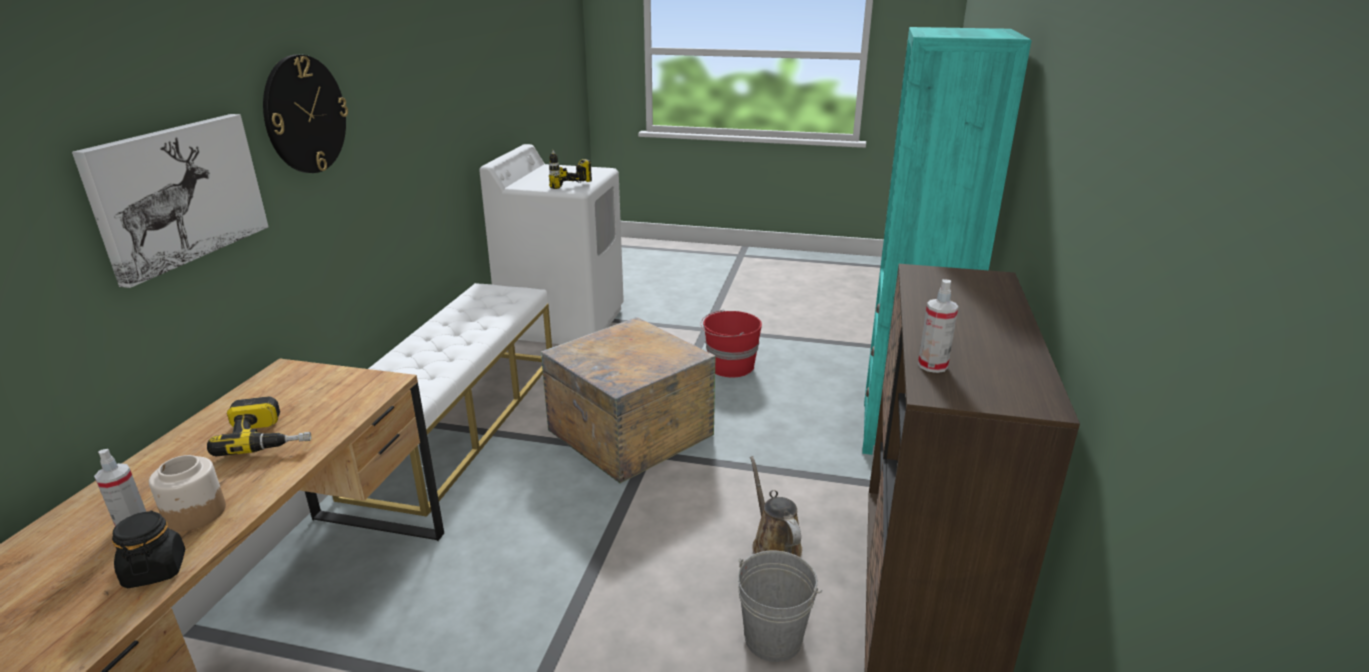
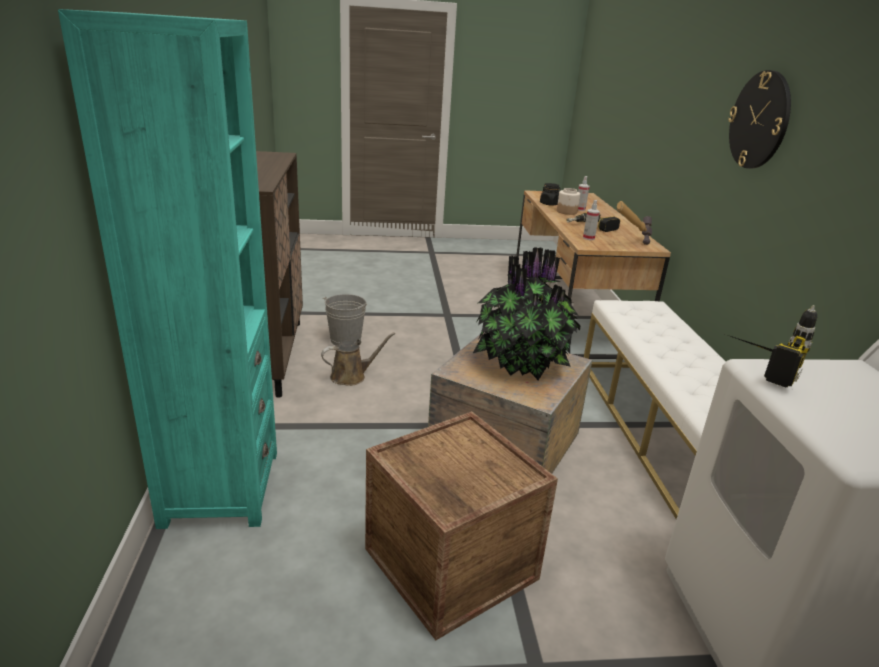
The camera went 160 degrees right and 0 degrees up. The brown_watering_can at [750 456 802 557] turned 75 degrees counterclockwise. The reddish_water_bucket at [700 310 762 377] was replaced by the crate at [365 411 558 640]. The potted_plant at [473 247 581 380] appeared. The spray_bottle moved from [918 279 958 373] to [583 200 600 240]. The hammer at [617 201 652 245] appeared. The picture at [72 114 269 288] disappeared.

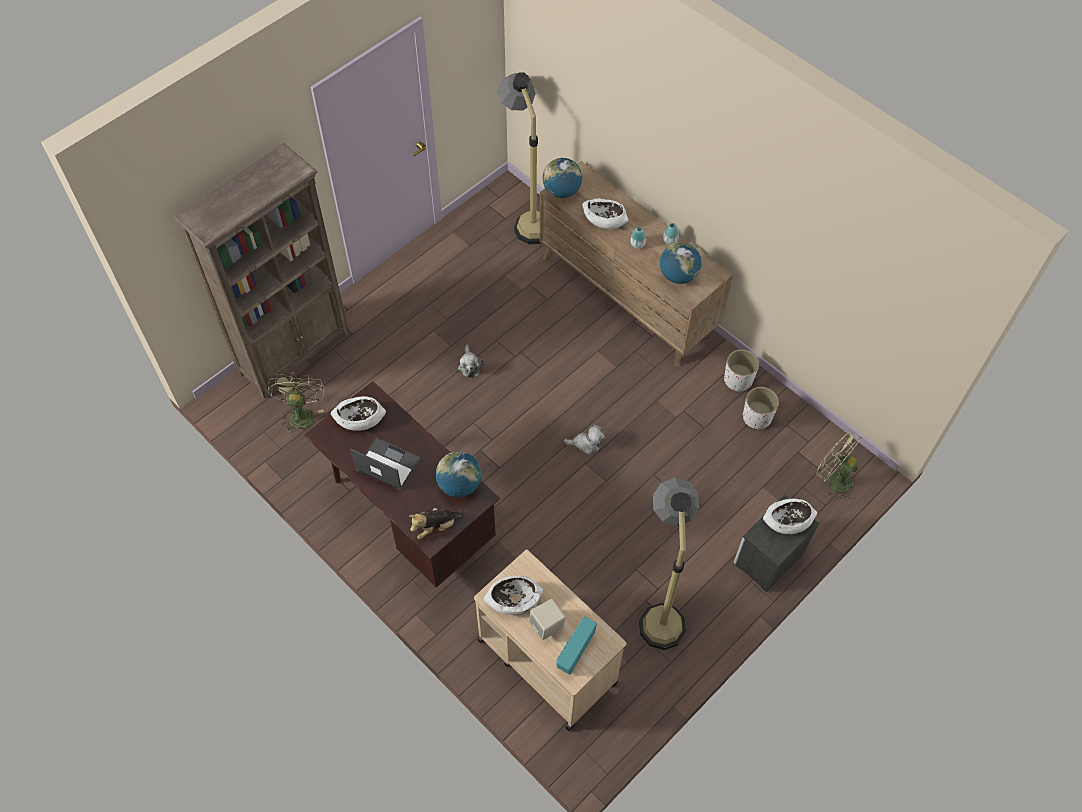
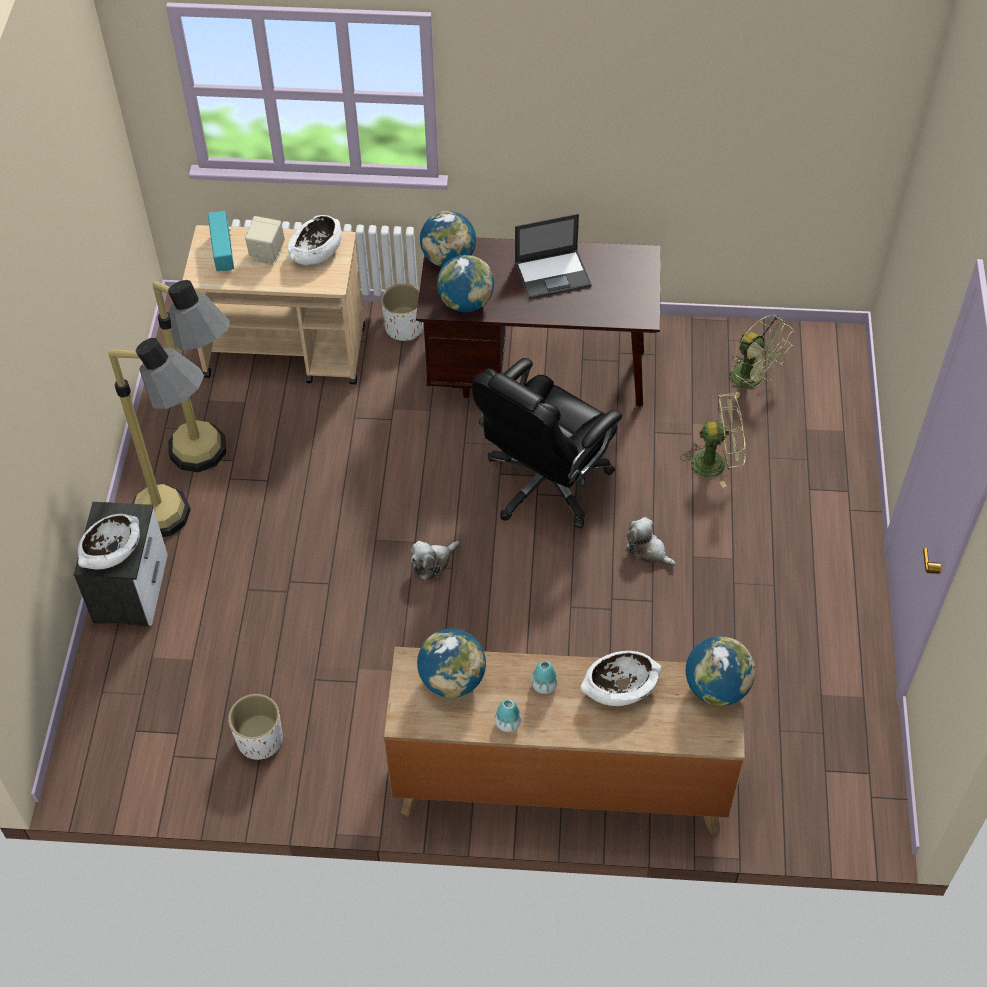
The camera went 140 degrees right and 5 degrees down. The standing_lamp moved from [497 72 542 245] to [108 338 204 537]. The whitish_flower_pot moved from [724 349 759 392] to [381 284 424 341]. The soft_toy at [409 508 465 539] was replaced by the globe at [420 211 476 267]. The black-coloured_computer_chair at [472 358 622 529] appeared. The green-coloured_electric_fan moved from [816 431 861 500] to [680 393 746 488]. The brown_bookshelf at [173 143 350 399] disappeared. The whitish_deep_dish at [331 396 386 431] disappeared.

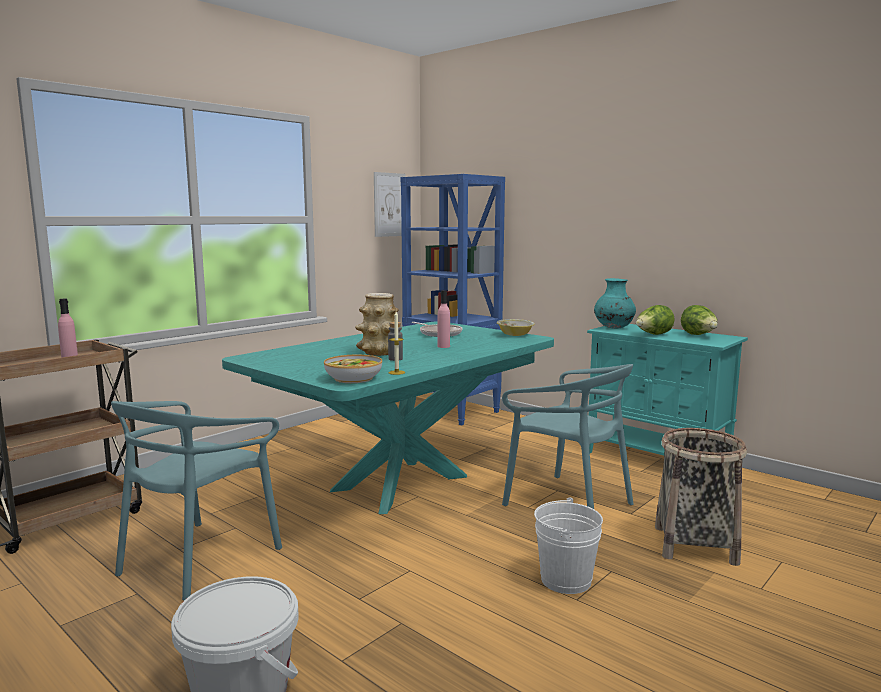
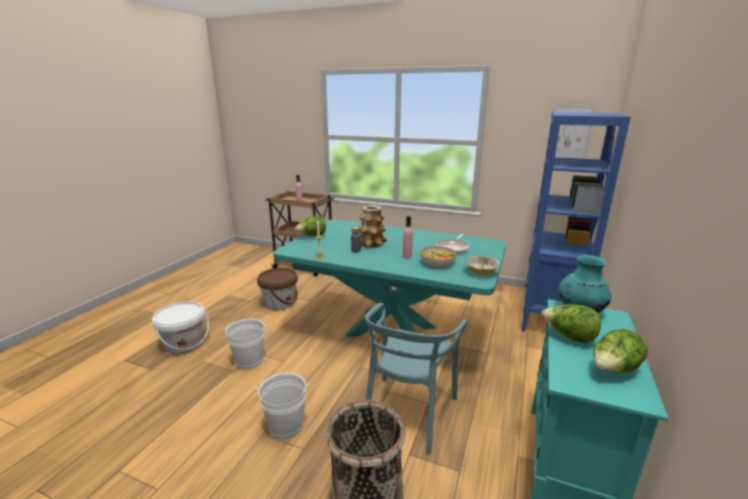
The camera went 70 degrees right and 10 degrees up. The whitish_water_bucket at [223 319 267 369] appeared. The blue-green_upright_chair at [111 401 282 601] was replaced by the brown_water_bucket at [257 268 298 310]. The lettuce at [295 216 326 237] appeared. The deep_dish moved from [324 355 382 383] to [420 246 457 268].

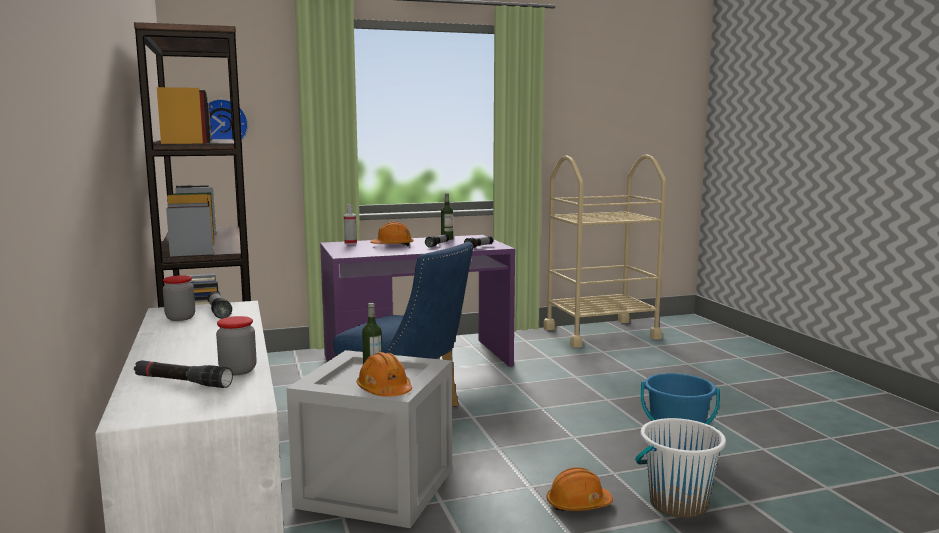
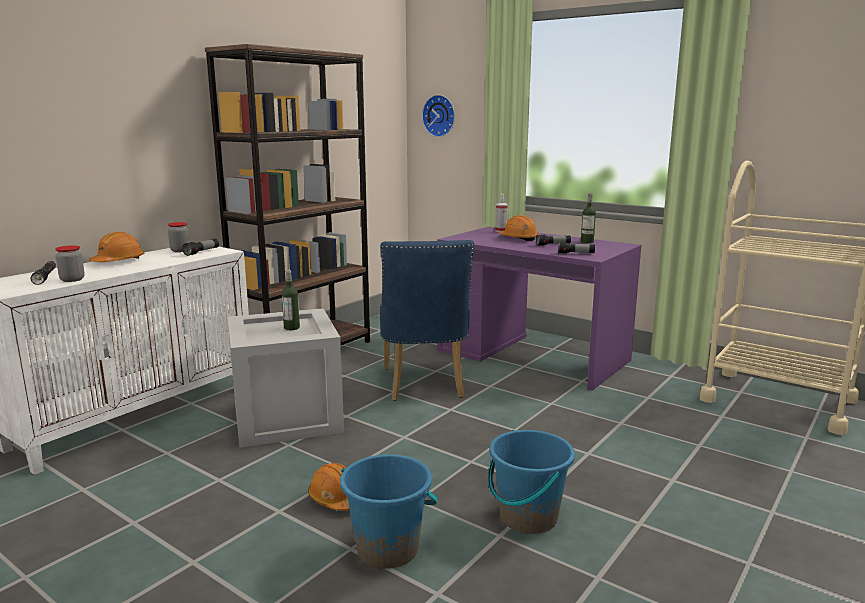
The camera went 55 degrees right and 5 degrees up. The orange_work_helmet moved from [356 352 412 397] to [90 232 145 262]. The whitish_water_bucket at [635 418 726 518] became the bluish_water_bucket at [340 454 438 569].

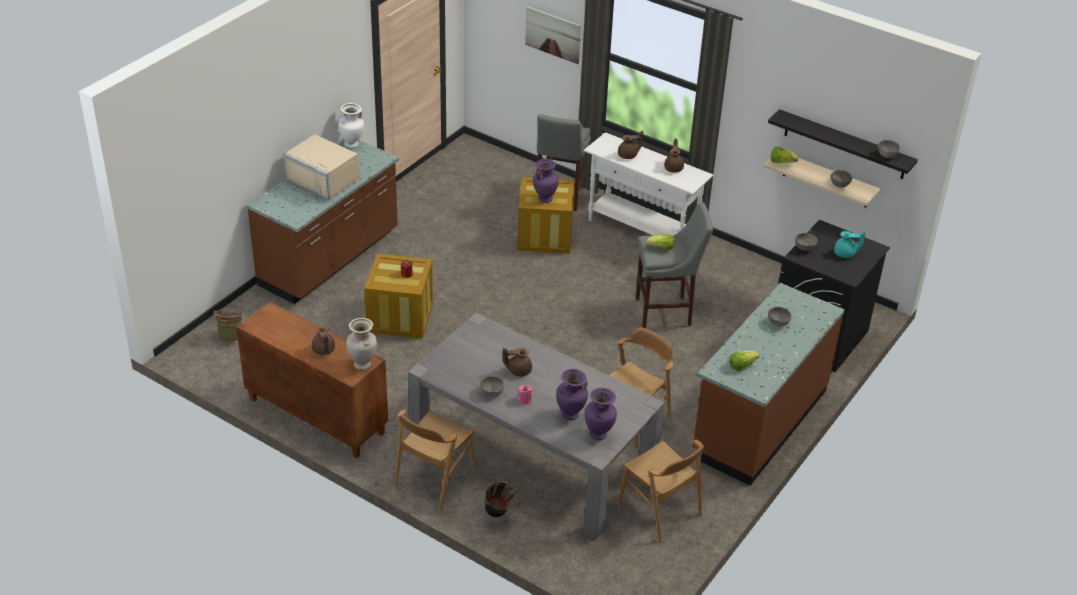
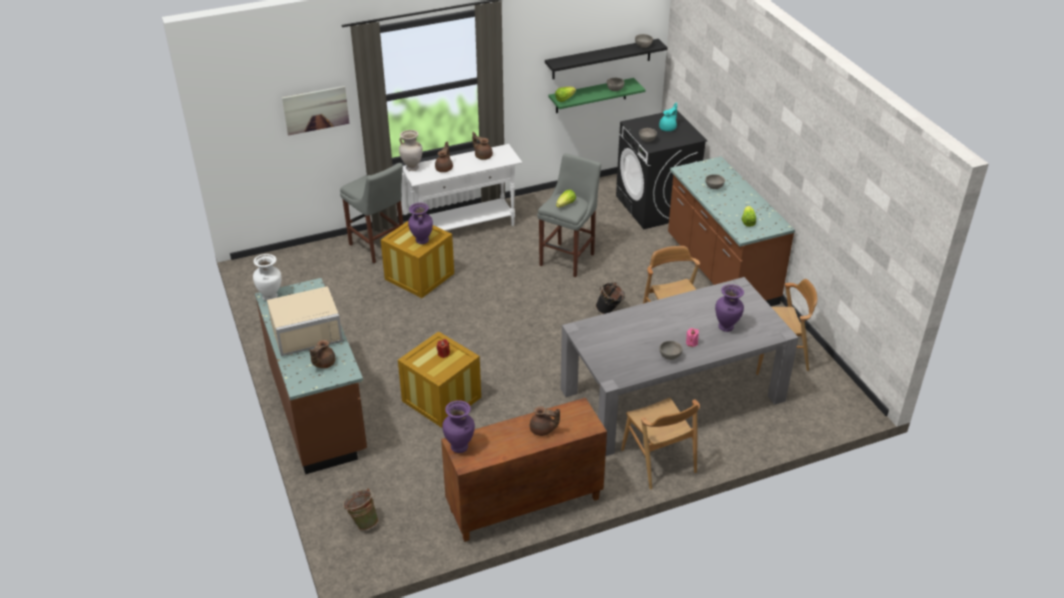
The camera went 55 degrees left and 0 degrees up. The brown_tea_pot moved from [503 348 532 377] to [310 340 335 369]. The sand-coloured_decorative_vase moved from [346 318 377 370] to [399 130 423 171]. The purplish_decorative_vase moved from [585 387 617 440] to [442 400 475 453]. The sand-coloured_shelf at [763 157 880 207] became the green-coloured_shelf at [549 78 646 113]. The black-coloured_water_bucket moved from [483 481 517 518] to [596 282 625 314].

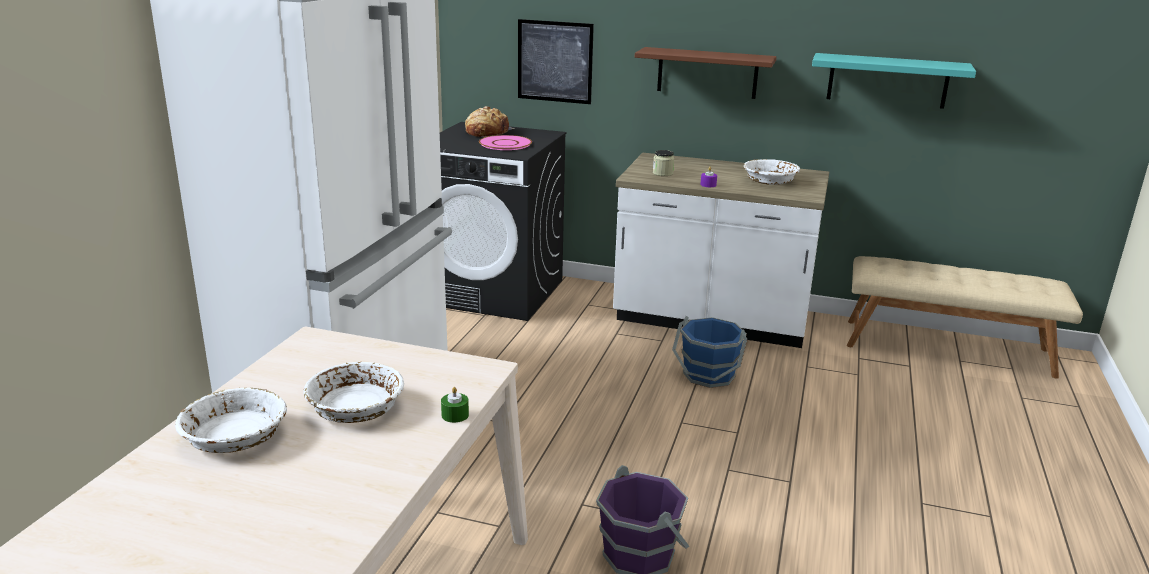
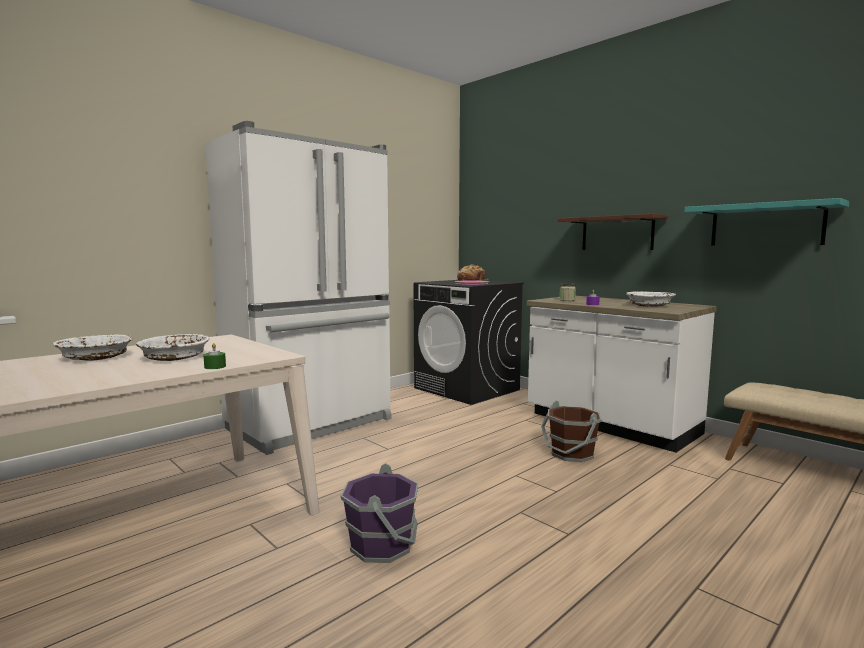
The camera went 30 degrees right and 15 degrees down. The bluish_water_bucket at [672 316 747 388] became the brown_water_bucket at [541 400 601 462]. The picture at [518 19 594 104] disappeared.

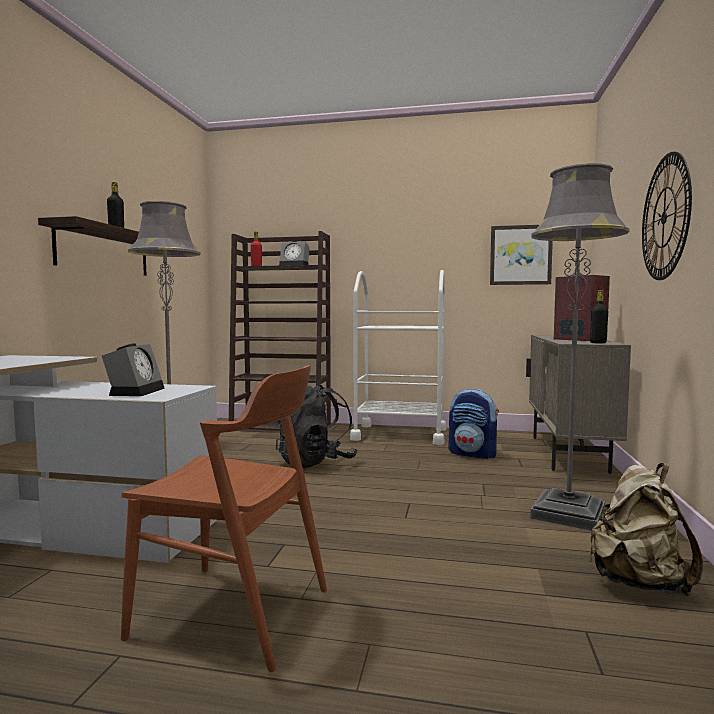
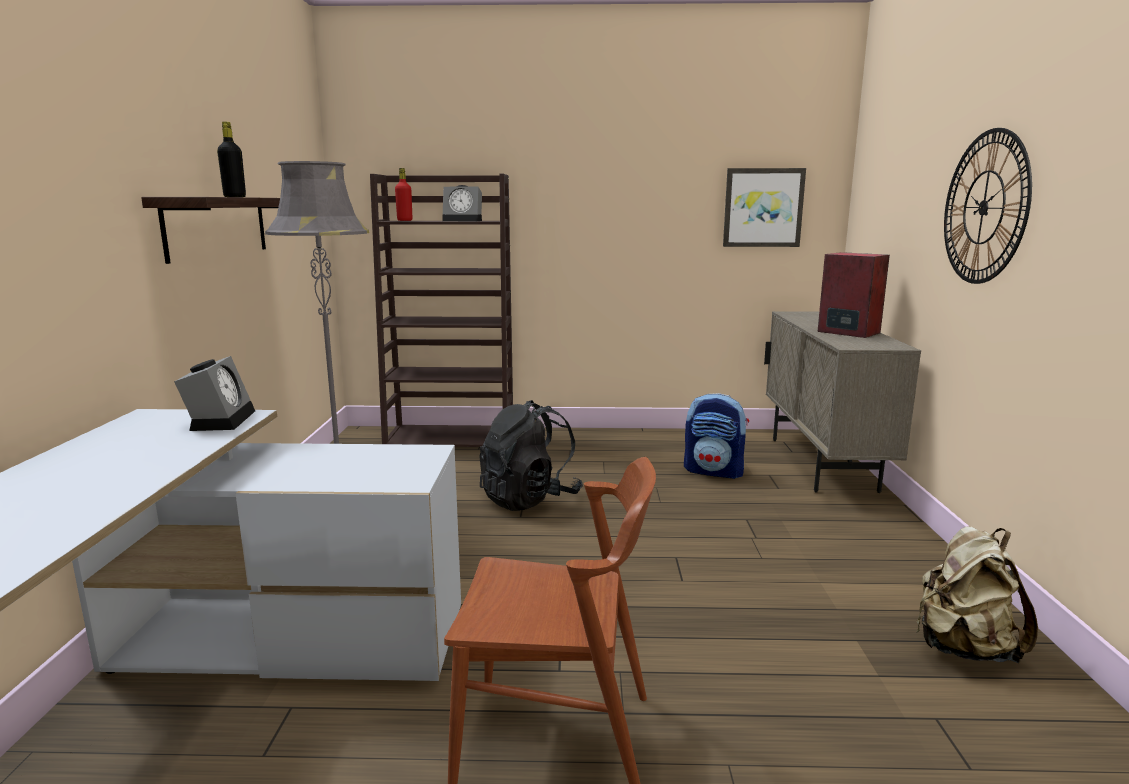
The camera went 10 degrees left and 10 degrees up. The alarm_clock moved from [102 343 165 396] to [174 356 255 431]. The whitish_wheeled_cart at [350 270 446 445] disappeared. The greyish_standing_lamp at [530 163 630 531] disappeared. The black-coloured_bottle at [590 290 608 343] disappeared.

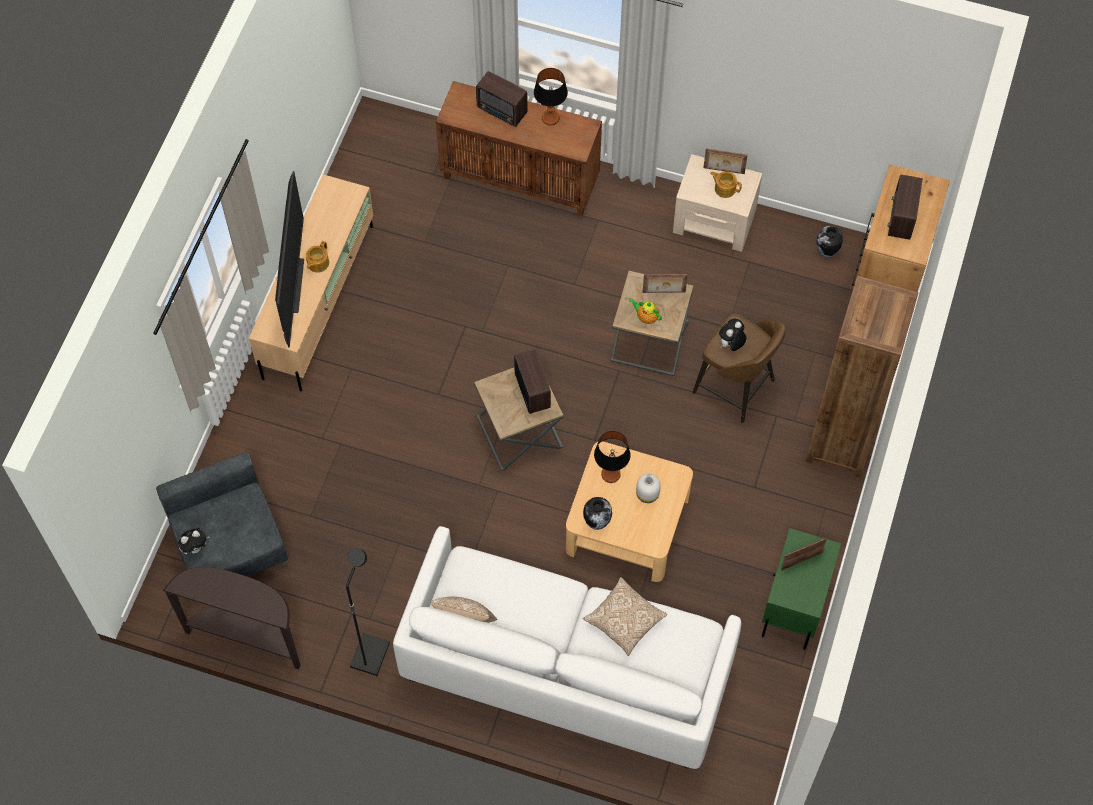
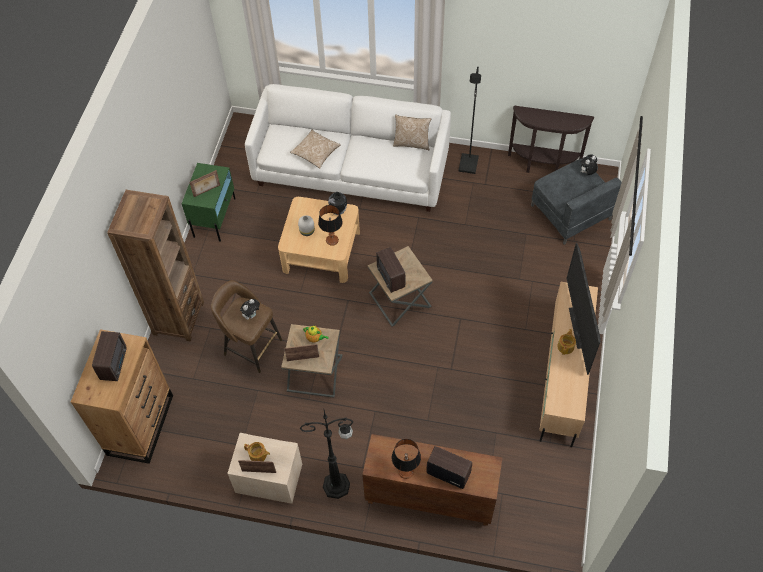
The camera went 175 degrees right and 5 degrees down. The black-coloured_standing_lamp at [300 410 353 499] appeared. The decorative_vase at [816 226 843 257] disappeared.

